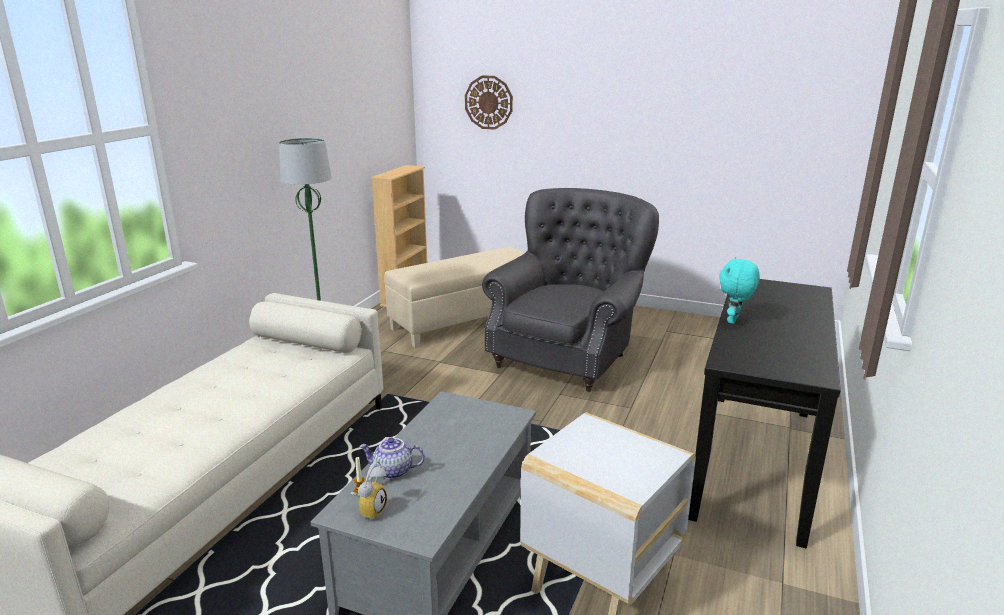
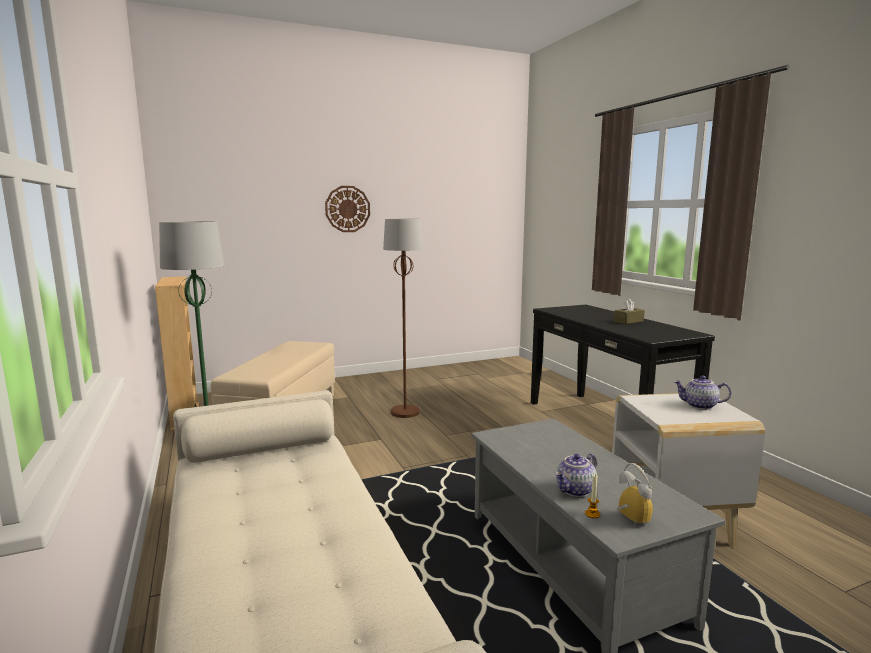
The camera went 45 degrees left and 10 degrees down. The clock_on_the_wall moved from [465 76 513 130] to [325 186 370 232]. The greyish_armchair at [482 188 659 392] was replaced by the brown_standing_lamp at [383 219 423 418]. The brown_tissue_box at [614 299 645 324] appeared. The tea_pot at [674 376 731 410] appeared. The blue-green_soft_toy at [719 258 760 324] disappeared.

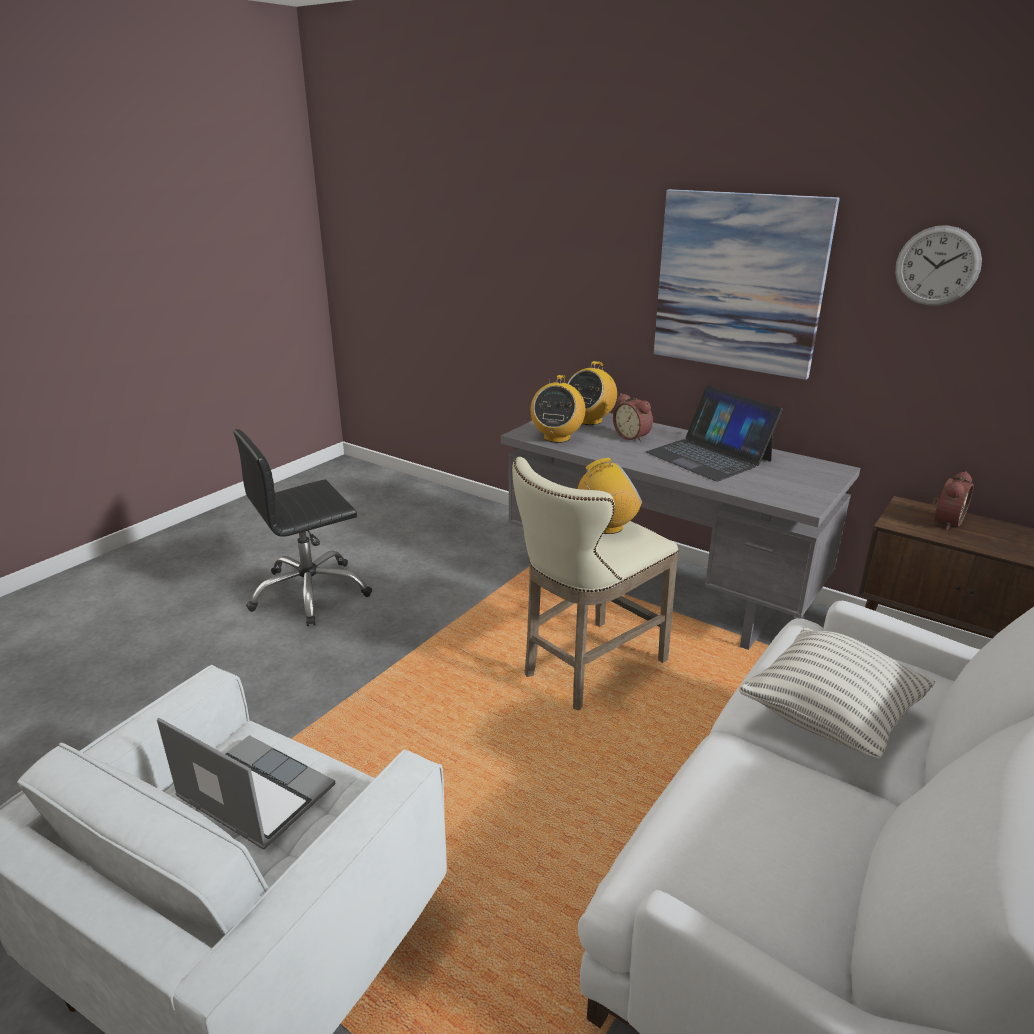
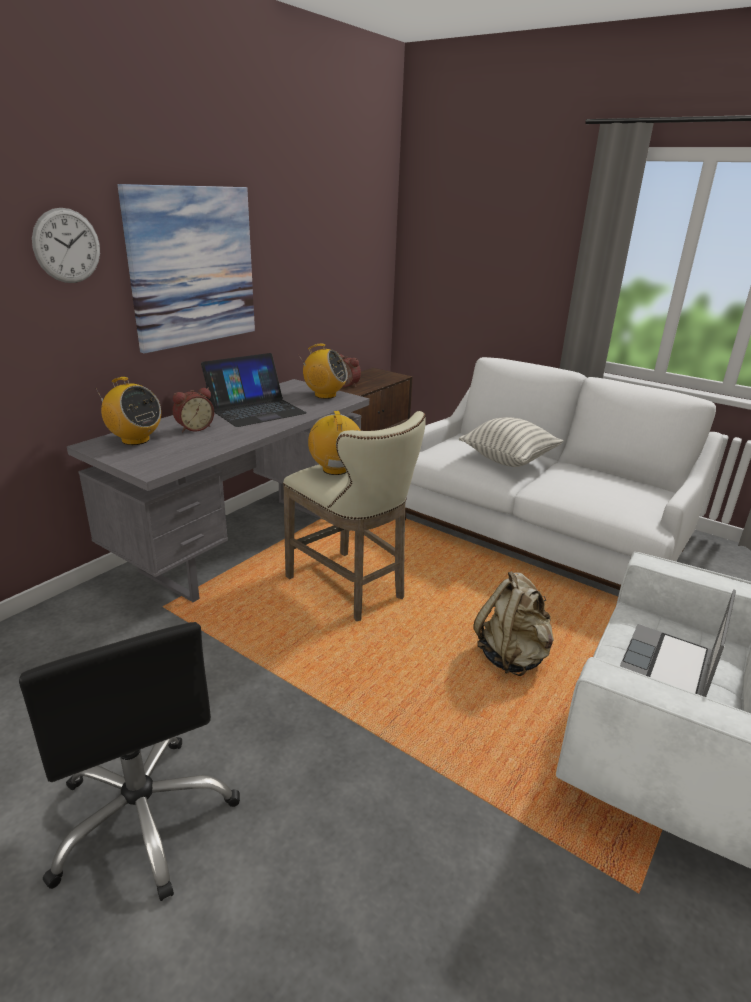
The camera went 90 degrees left and 0 degrees up. The clock_on_the_wall moved from [895 225 982 306] to [32 208 100 283]. The radio_receiver moved from [530 375 585 443] to [298 344 348 399]. The sand-coloured_rucksack at [473 571 554 676] appeared.

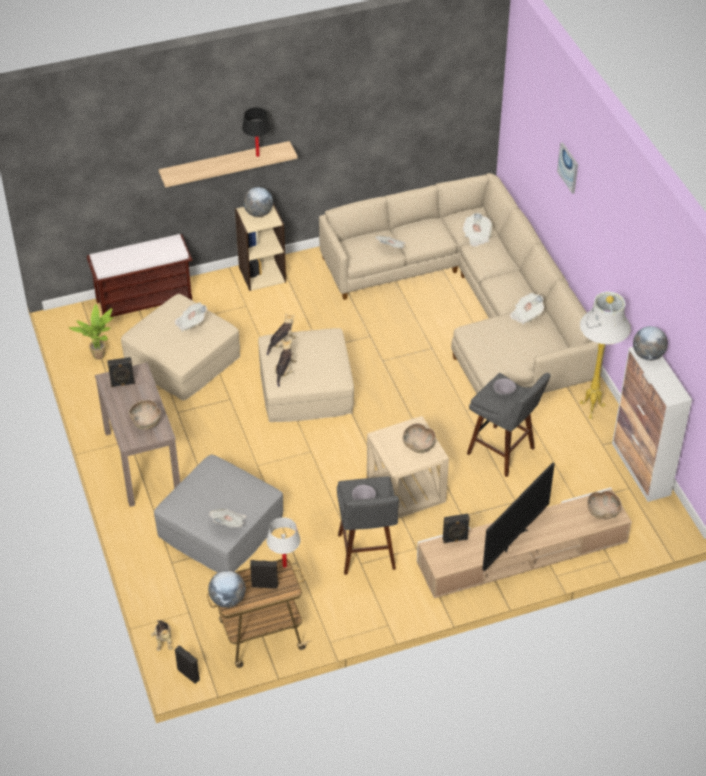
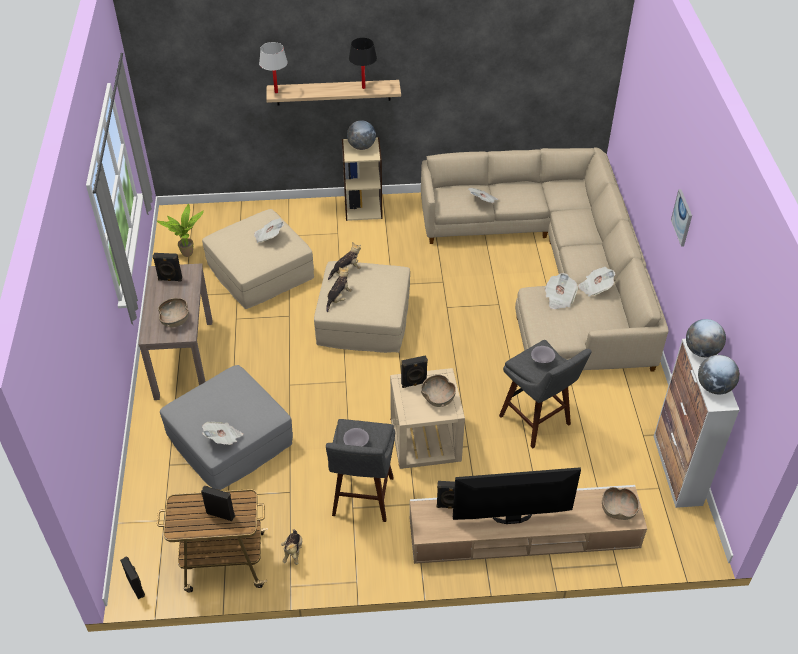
The camera went 15 degrees right and 0 degrees up. The whitish_table_lamp moved from [267 517 301 568] to [259 42 288 94]. The soft_toy moved from [151 620 172 651] to [281 529 302 565]. The black-coloured_loudspeaker at [401 355 428 388] appeared. The TV at [482 462 555 571] turned 150 degrees counterclockwise. The daily_paper moved from [463 213 492 247] to [545 273 578 309]. The picture moved from [557 142 578 194] to [671 189 692 247]. The globe moved from [208 570 246 608] to [698 355 740 394]. The brown_bench at [87 234 192 317] disappeared. The whitish_standing_lamp at [580 292 631 419] disappeared.

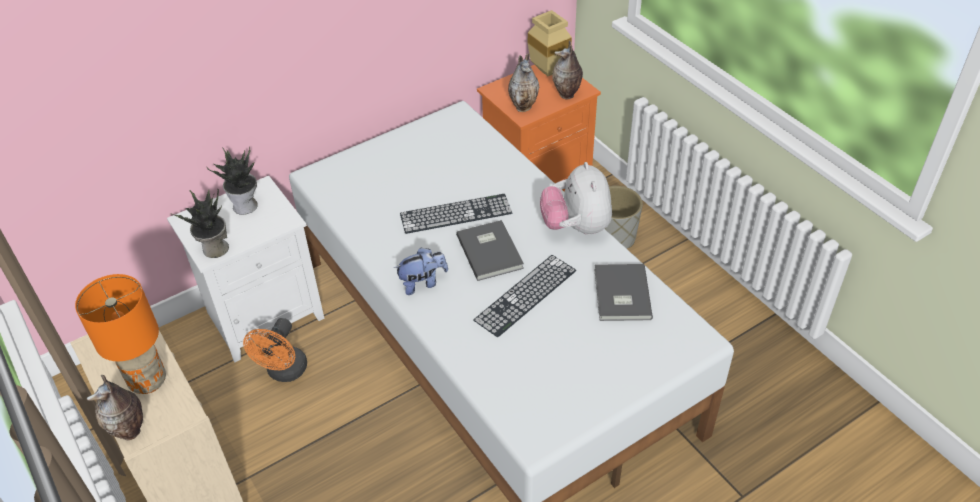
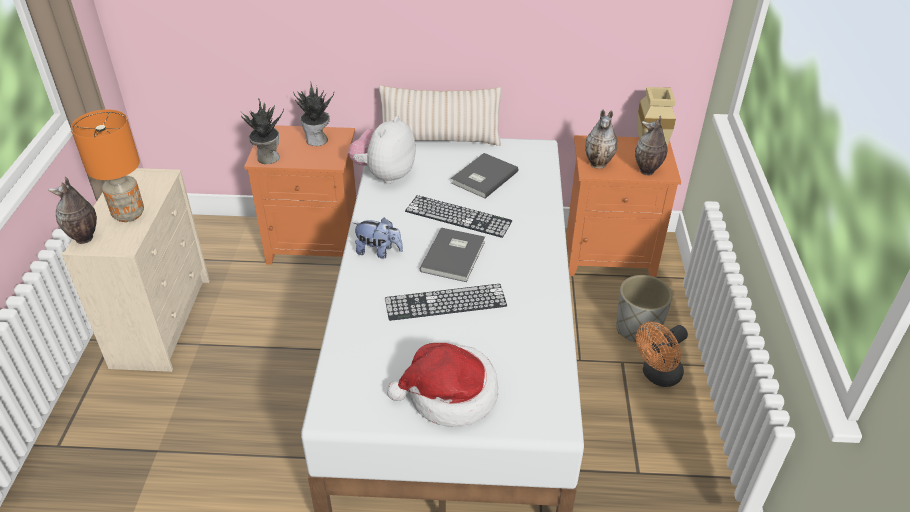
The camera went 35 degrees right and 5 degrees down. The whitish_nightstand at [167 176 325 362] became the orange_nightstand at [244 125 356 265]. The soft_toy moved from [540 162 612 235] to [348 116 416 184]. The sand-coloured_throw_pillow at [379 85 502 146] appeared. The wearable_hat at [387 343 498 427] appeared. The greyish_bound_book moved from [594 264 653 321] to [451 153 518 199]. The orange_electric_fan moved from [243 318 307 382] to [636 322 688 387].

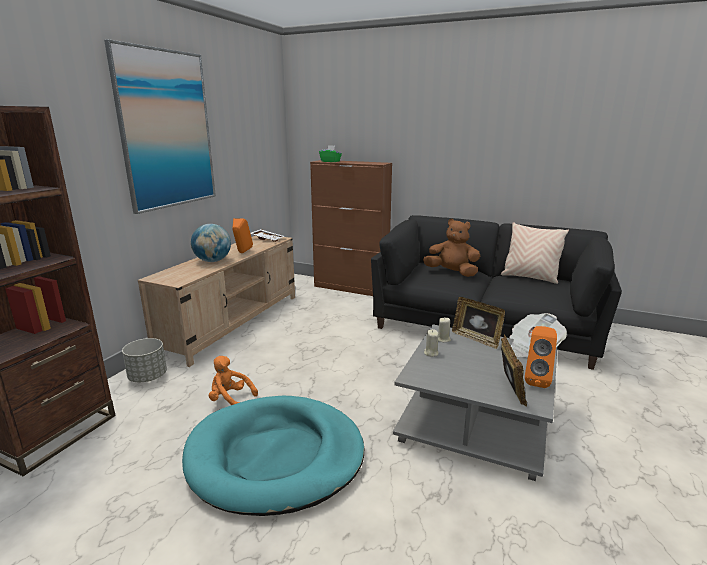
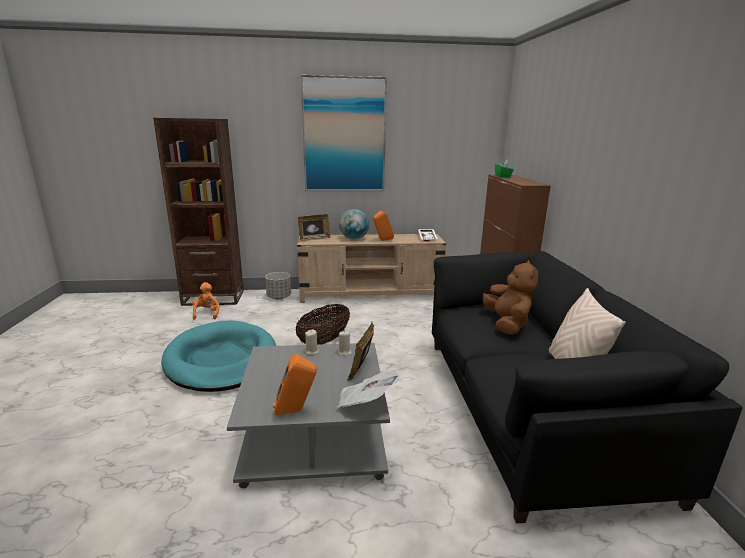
The camera went 60 degrees right and 0 degrees up. The orange_soft_toy moved from [209 356 258 405] to [192 282 220 320]. The basket at [295 304 350 345] appeared. The photo_frame moved from [501 334 527 407] to [298 214 331 241].

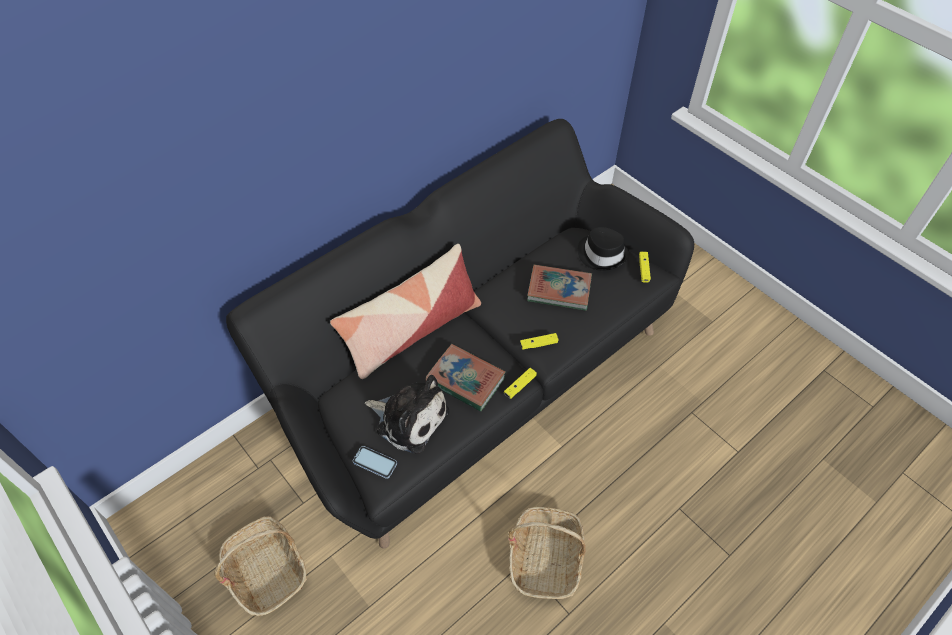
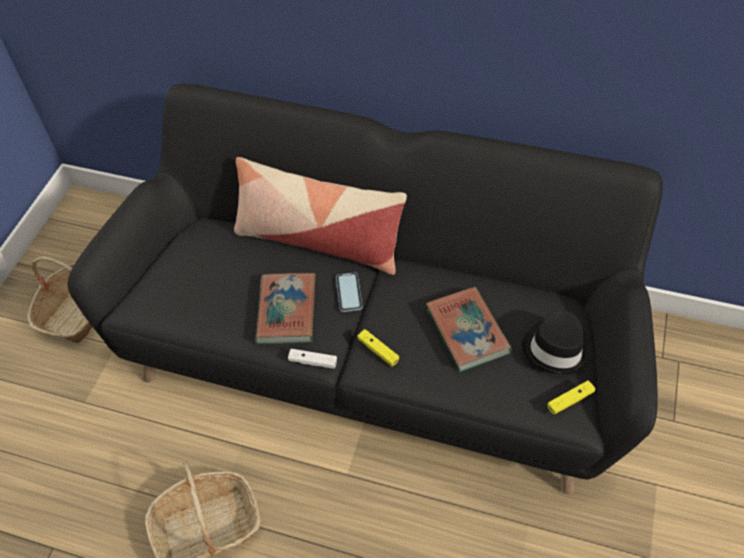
The camera went 60 degrees right and 0 degrees up. The yellow-coloured_gamepad at [504 368 537 399] became the whitish_gamepad at [288 349 337 369]. The handset moved from [353 446 397 479] to [336 272 363 312]. The soft_toy at [365 375 449 454] disappeared.

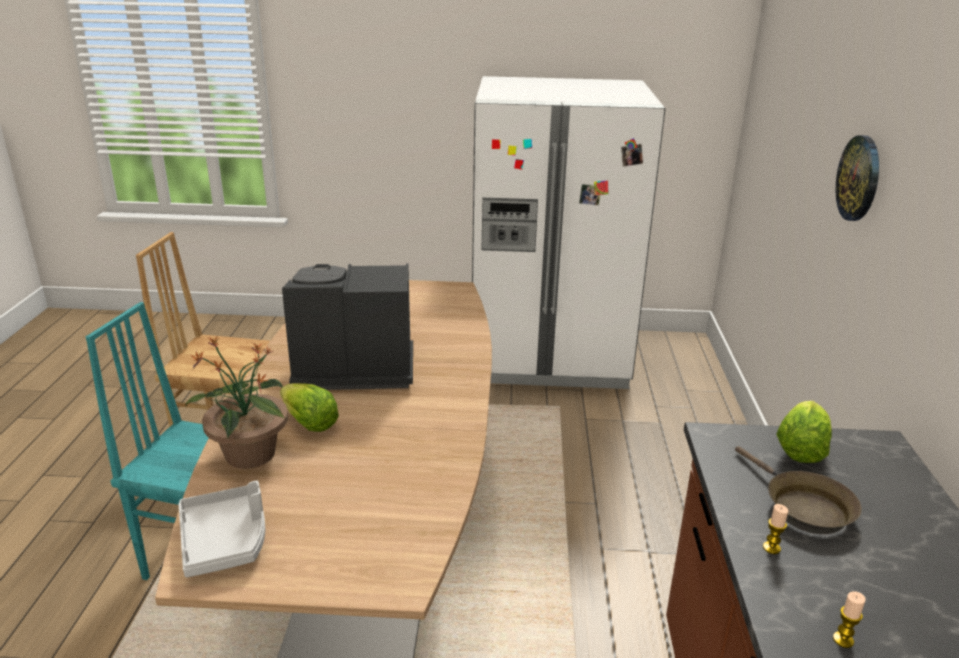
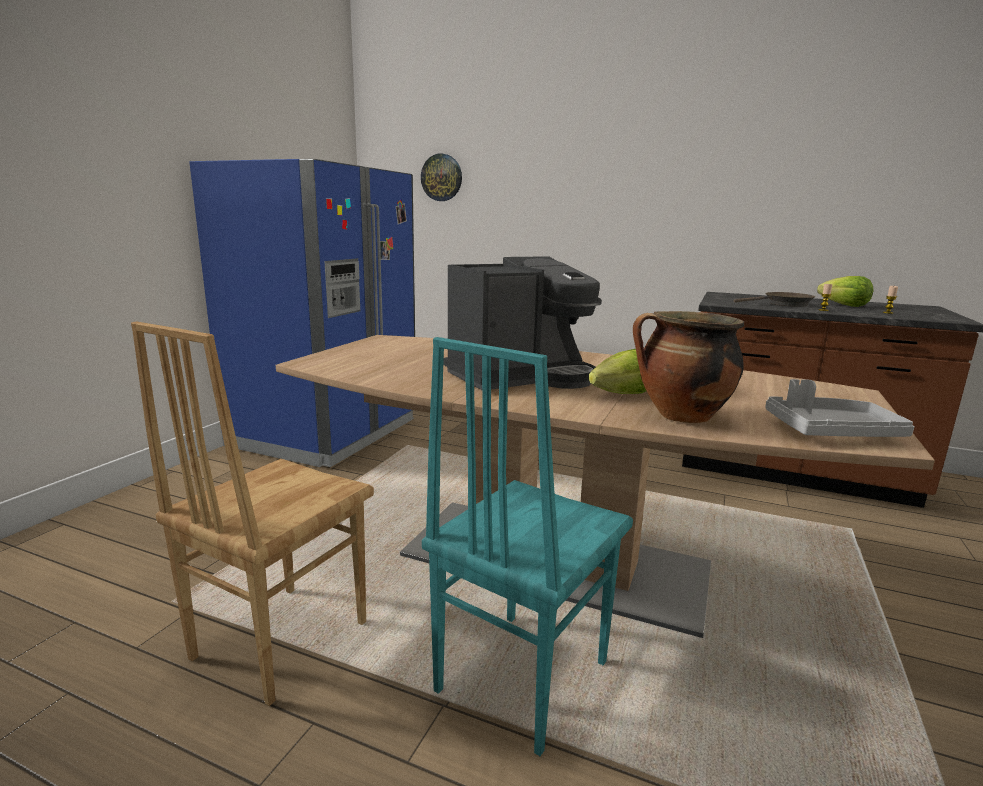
The camera went 70 degrees left and 10 degrees down. The whitish_fridge at [472 76 665 389] became the bluish_fridge at [189 159 415 467]. The clock_on_the_wall moved from [836 135 879 221] to [421 153 462 201]. The coffee_machine at [282 263 413 390] turned 135 degrees counterclockwise. The potted_plant at [185 337 288 469] was replaced by the saucepot at [633 311 744 423]. The lettuce moved from [776 401 832 463] to [817 276 873 307].

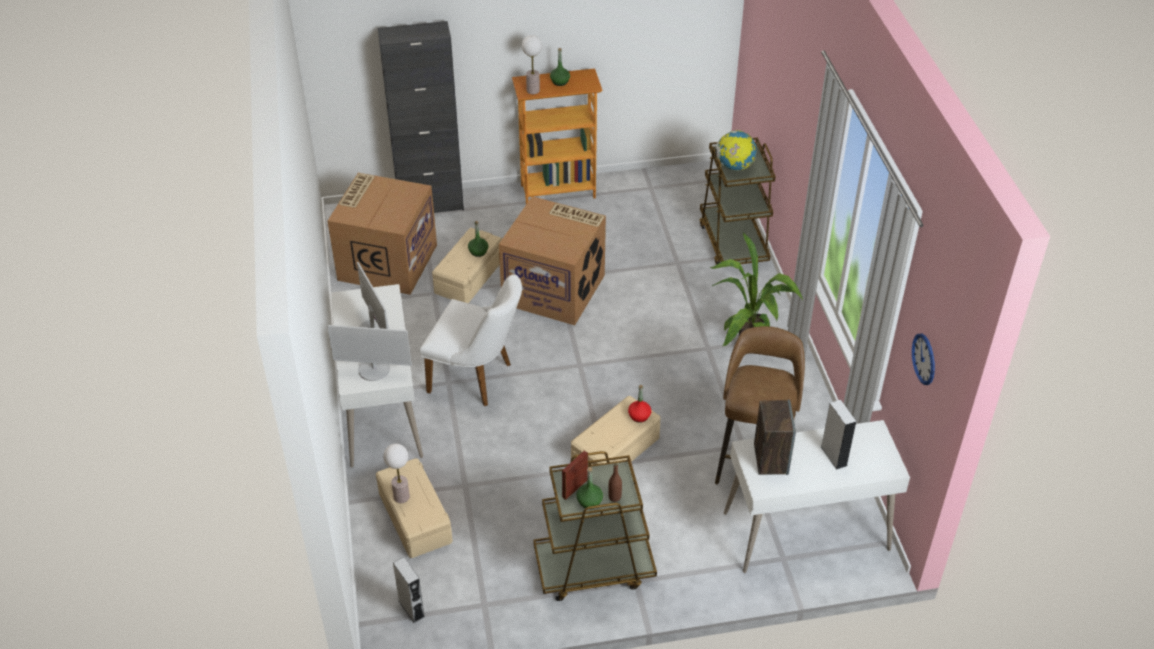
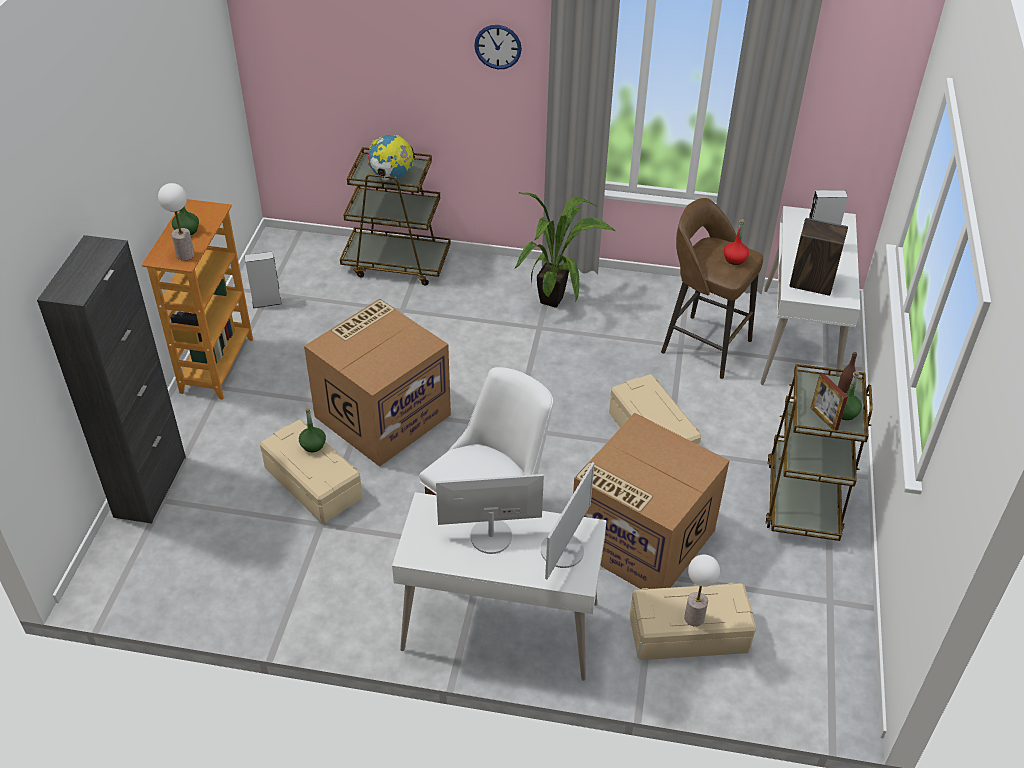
The camera went 70 degrees left and 0 degrees up. The greyish_loudspeaker moved from [393 557 425 623] to [244 252 282 308]. The clock_on_the_wall moved from [912 334 935 385] to [474 25 522 69]. The carton moved from [328 173 437 295] to [573 413 729 589]. The reddish_bottle moved from [628 385 651 423] to [724 219 749 265].

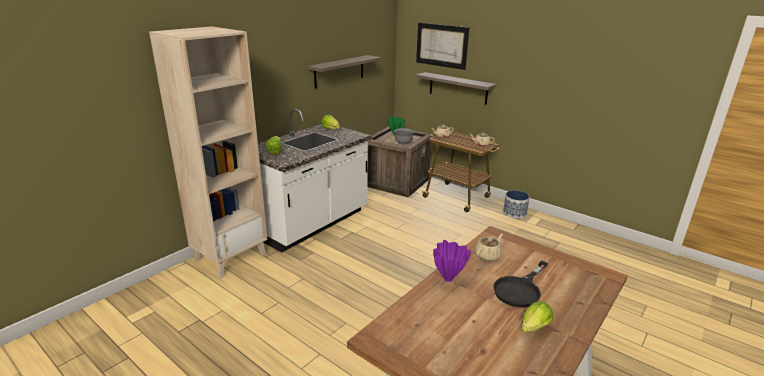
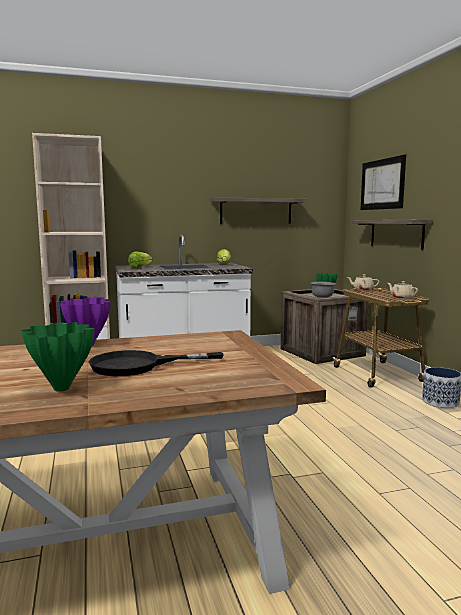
The camera went 35 degrees right and 15 degrees down. The lettuce at [522 302 553 333] was replaced by the green-coloured_decorative_vase at [22 322 94 392]. The sand-coloured_tea_pot at [475 234 503 261] disappeared.

